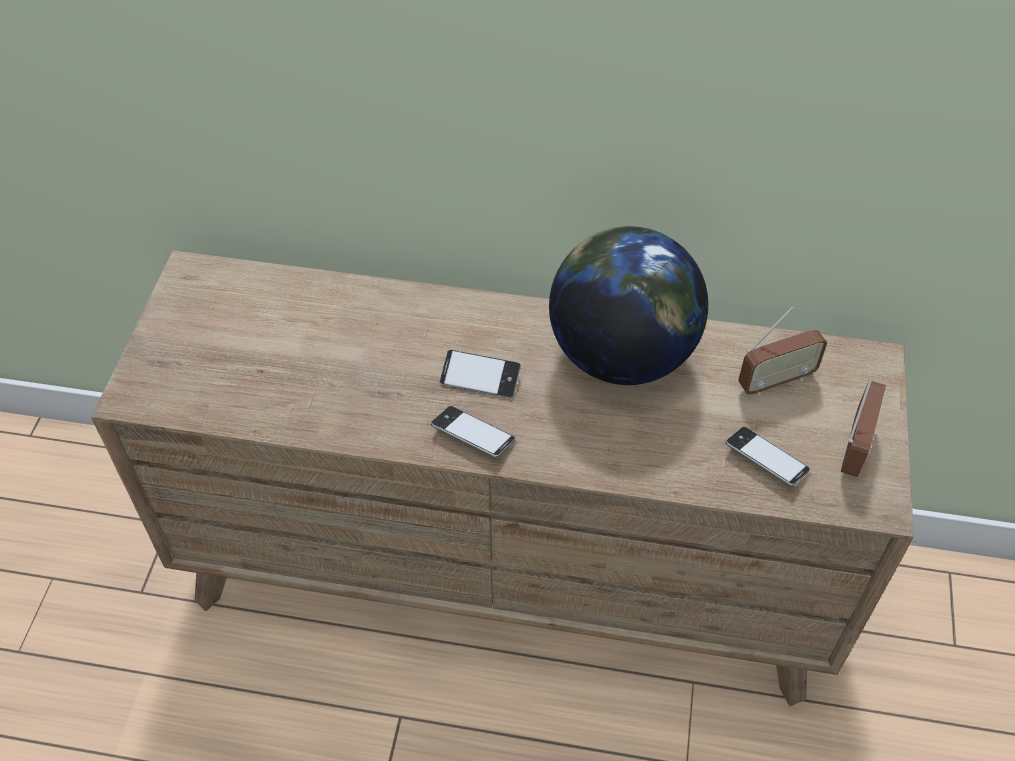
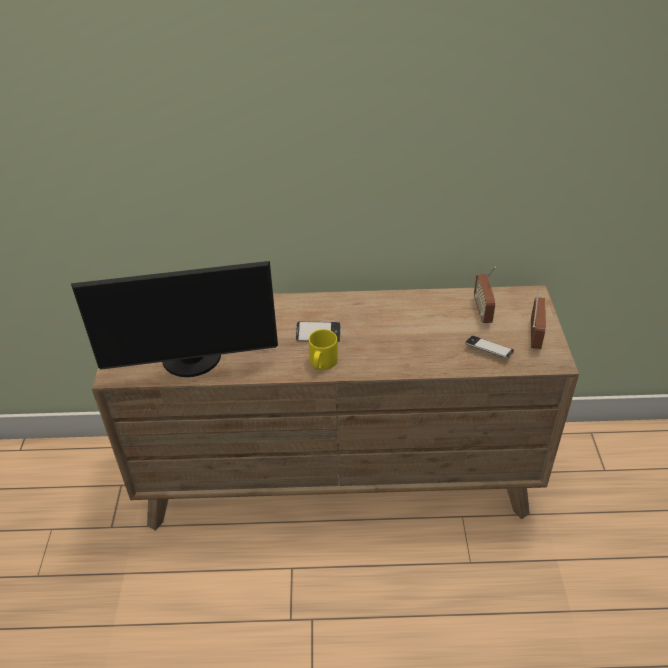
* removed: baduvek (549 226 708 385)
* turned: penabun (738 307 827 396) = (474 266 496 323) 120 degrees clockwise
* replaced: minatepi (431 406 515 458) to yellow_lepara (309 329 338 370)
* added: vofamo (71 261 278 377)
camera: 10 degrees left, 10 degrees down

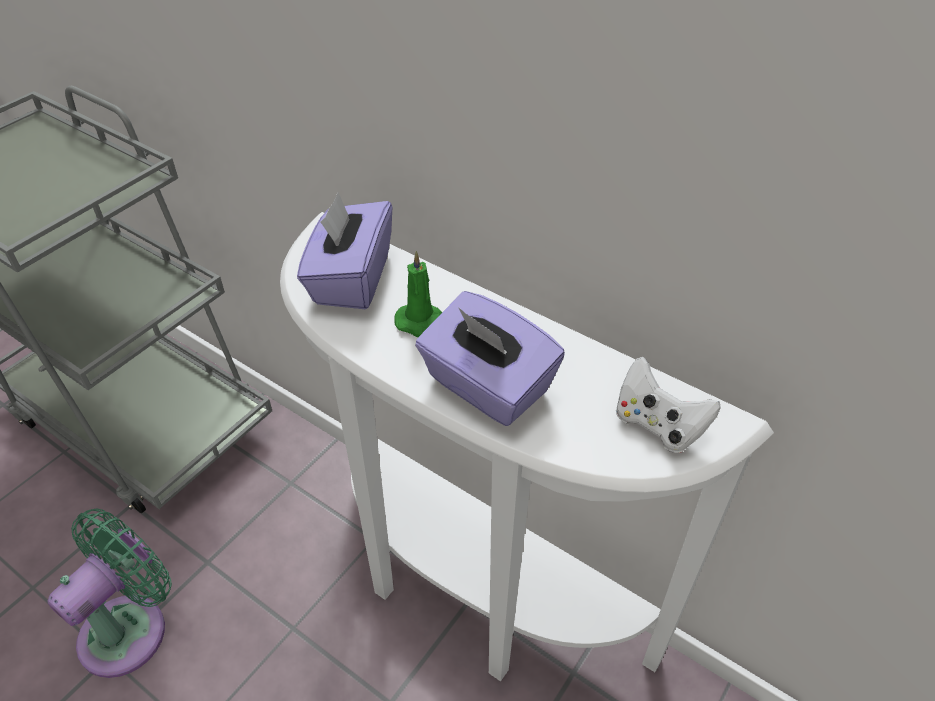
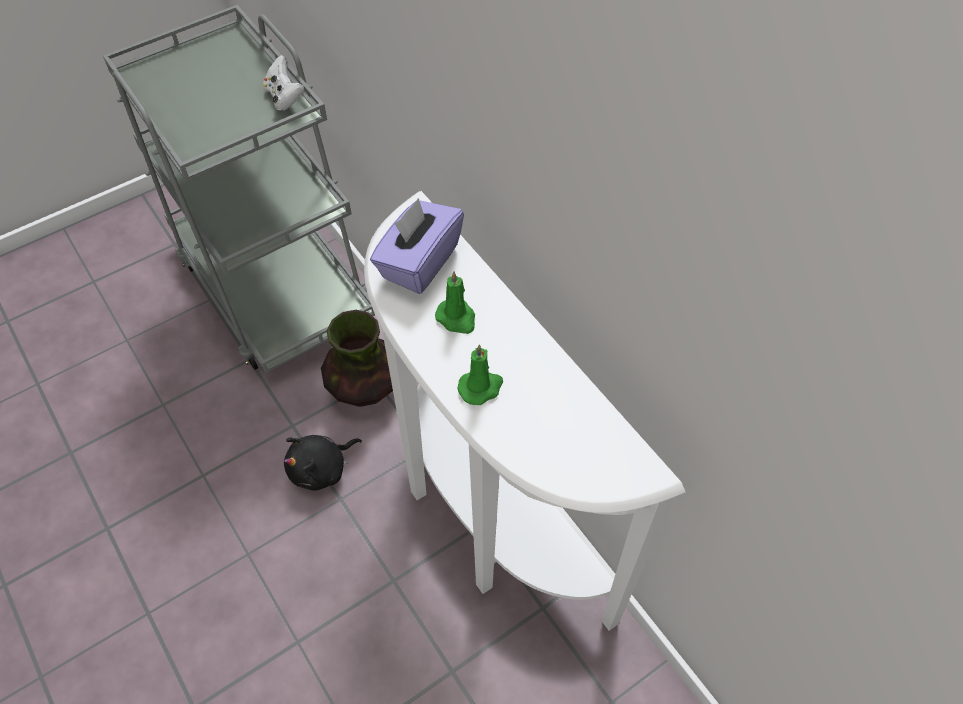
* replaced: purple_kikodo (415 291 565 426) to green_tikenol (457 344 503 405)
* moved: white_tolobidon (616 357 721 453) to (263 55 304 111)
* removed: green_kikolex (47 508 172 678)
* added: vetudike (321 310 393 407)
* added: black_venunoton (284 435 362 491)
camera: 20 degrees right, 10 degrees up

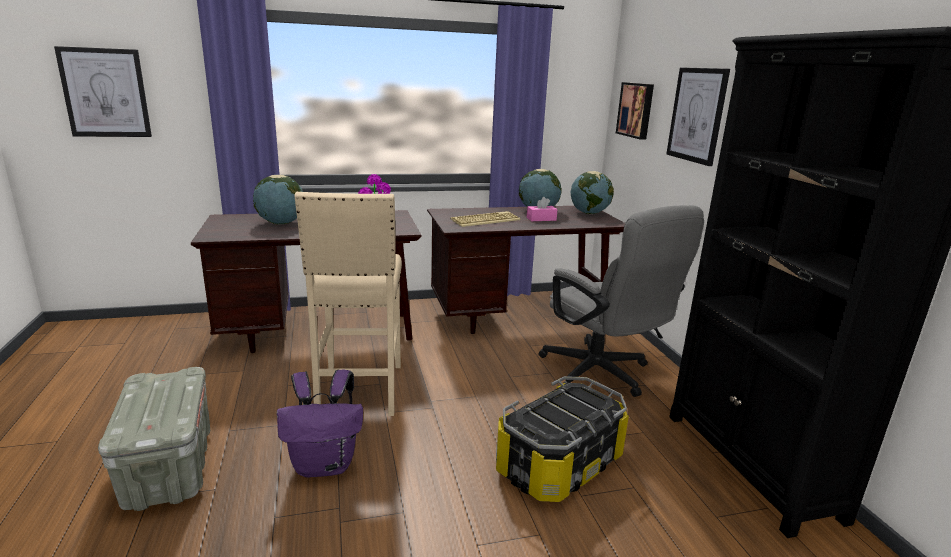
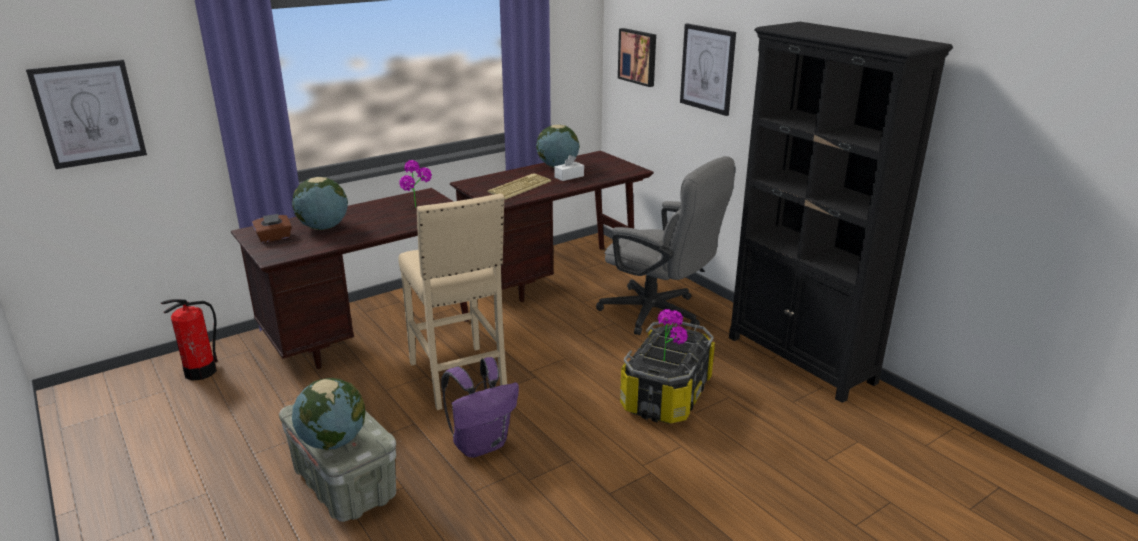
* moved: baduvek (571 171 614 214) to (292 378 365 450)
* recoloured: pink_kikodo (527 197 558 221) to white_kikodo (554 155 584 181)
* added: brown_kikodo (252 214 292 243)
* added: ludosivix (161 299 218 381)
* added: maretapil (658 309 688 361)
camera: 20 degrees left, 5 degrees up

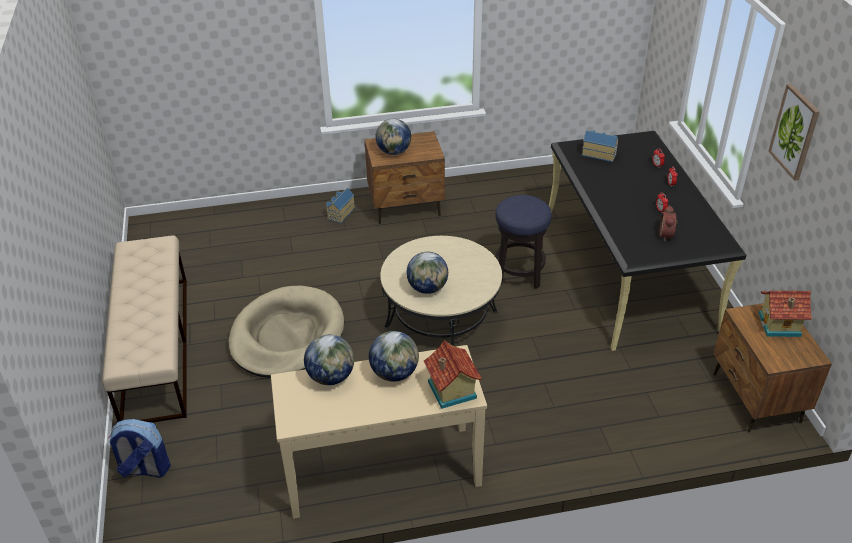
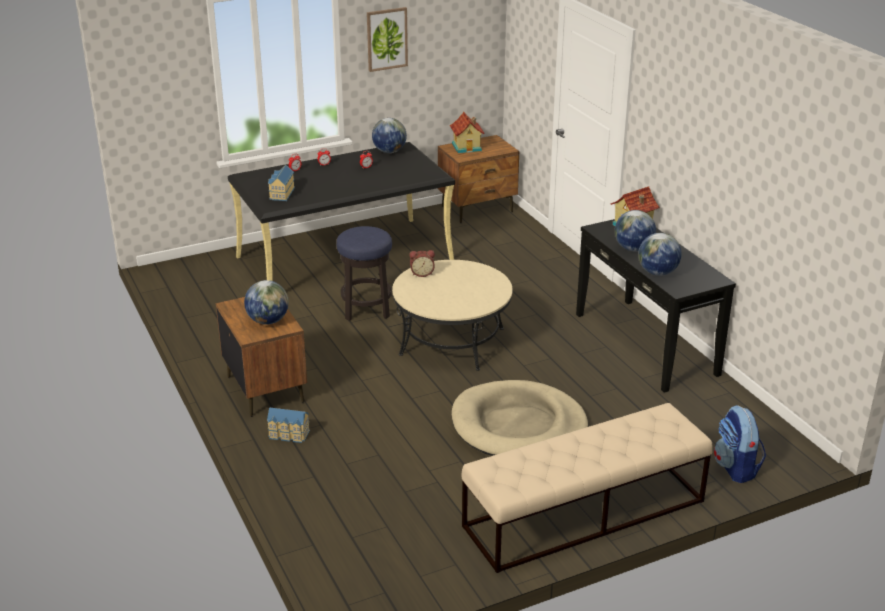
* moved: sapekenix (660 205 678 241) to (409 250 435 277)
* moved: baduvek (406 252 448 294) to (372 118 407 153)
* recoloured: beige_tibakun (271 345 487 519) to black_tibakun (576 219 736 393)
camera: 105 degrees left, 10 degrees down

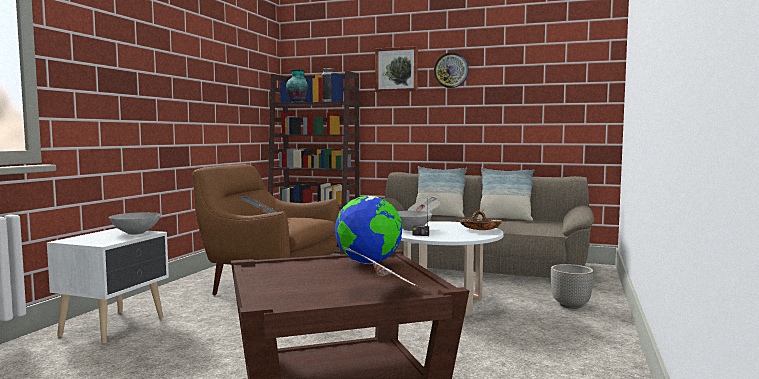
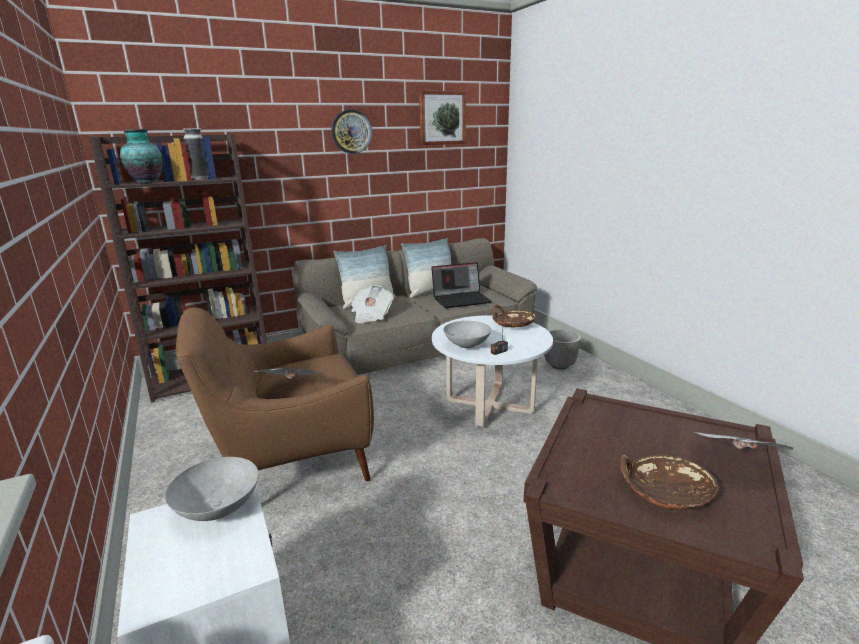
* moved: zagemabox (375 46 418 92) to (419 91 466 145)
* removed: baduvek (335 196 402 264)
* added: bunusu (431 262 492 308)
* added: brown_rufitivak (620 455 720 510)
camera: 45 degrees left, 15 degrees up

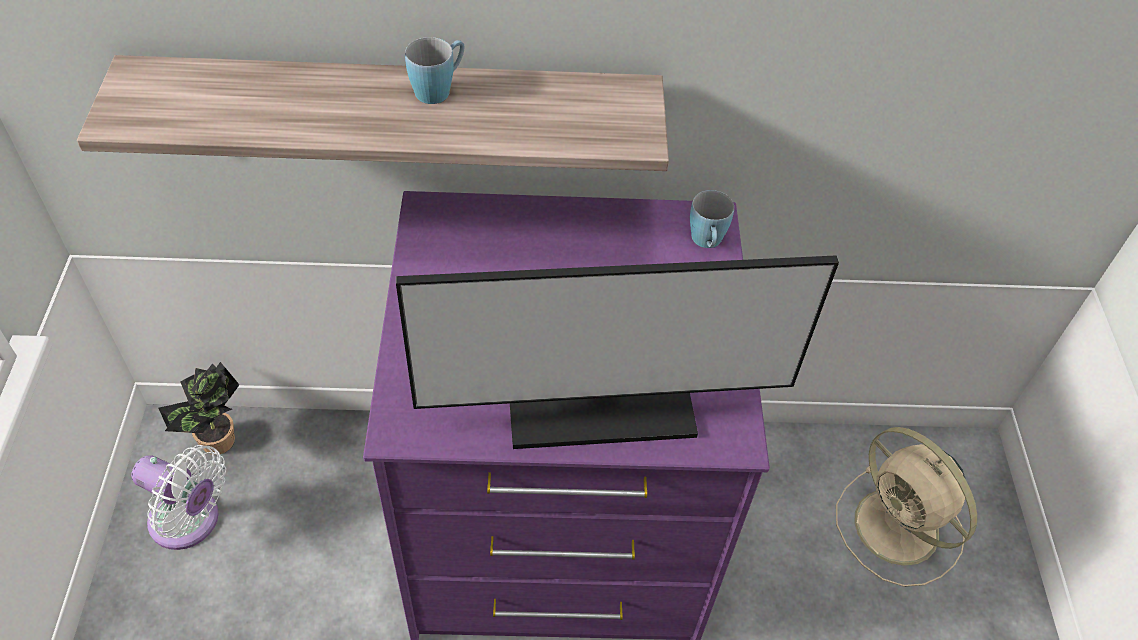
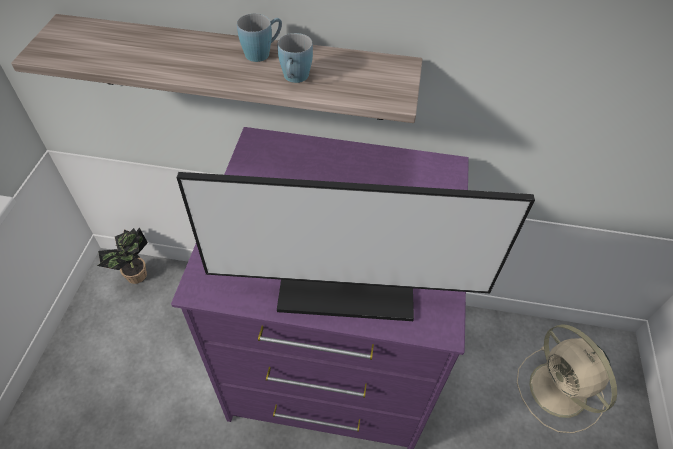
* moved: blue_lepara (690 190 734 248) to (278 33 313 83)
* removed: white_kikolex (131 445 226 550)
camera: 10 degrees right, 0 degrees up

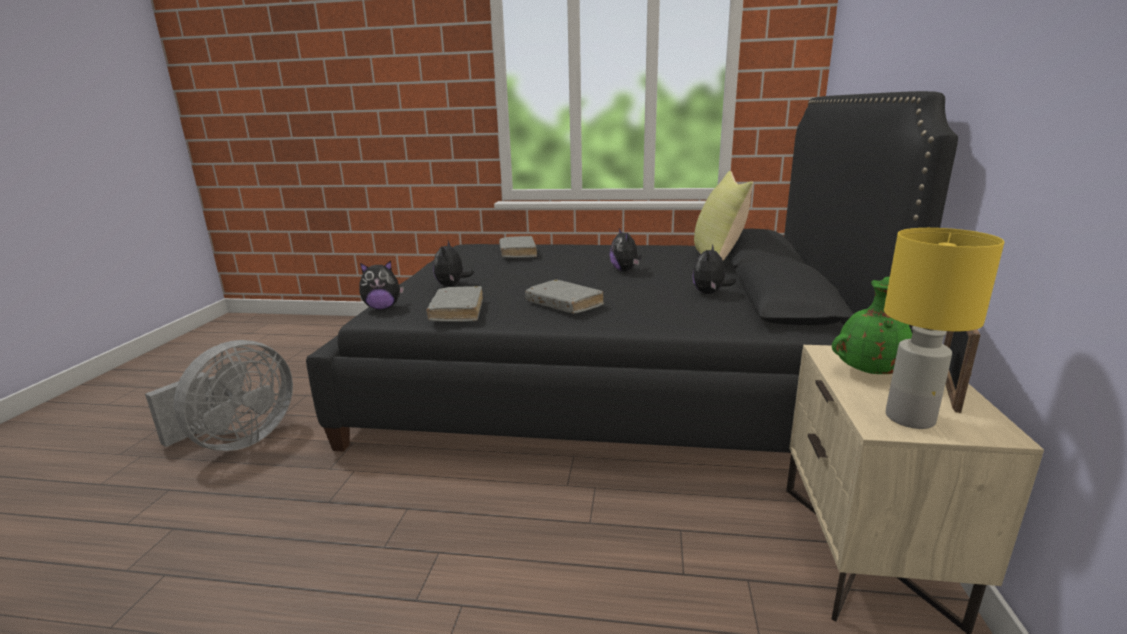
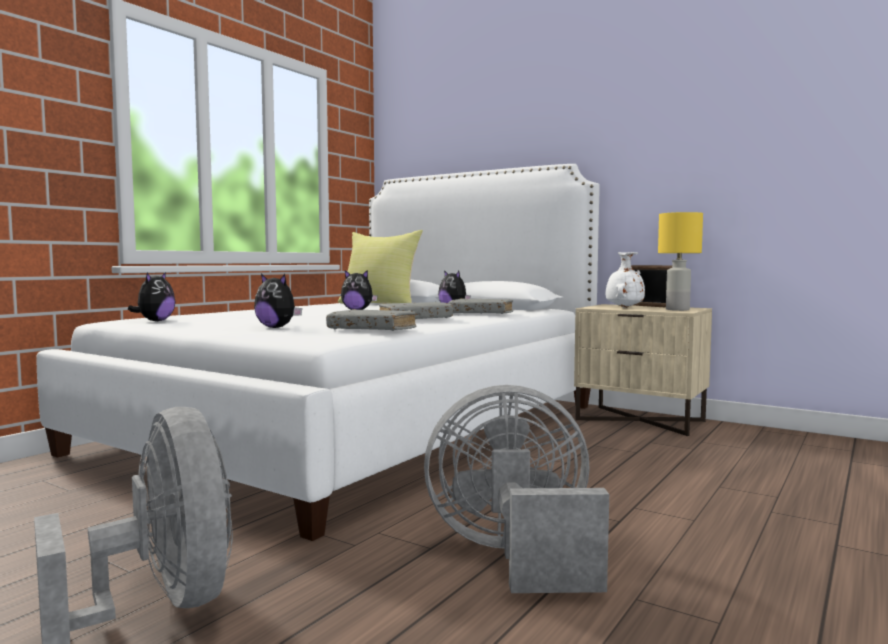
* recoloured: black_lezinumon (306 91 958 453) to white_lezinumon (36 164 600 541)
* moved: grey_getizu (499 236 537 258) to (448 298 513 314)
* moved: venunoton (359 260 404 310) to (128 272 175 321)
* recoloured: green_vetudike (832 277 912 374) to white_vetudike (605 252 645 308)
* added: grey_kikolex (424 385 609 593)
camera: 65 degrees left, 15 degrees down

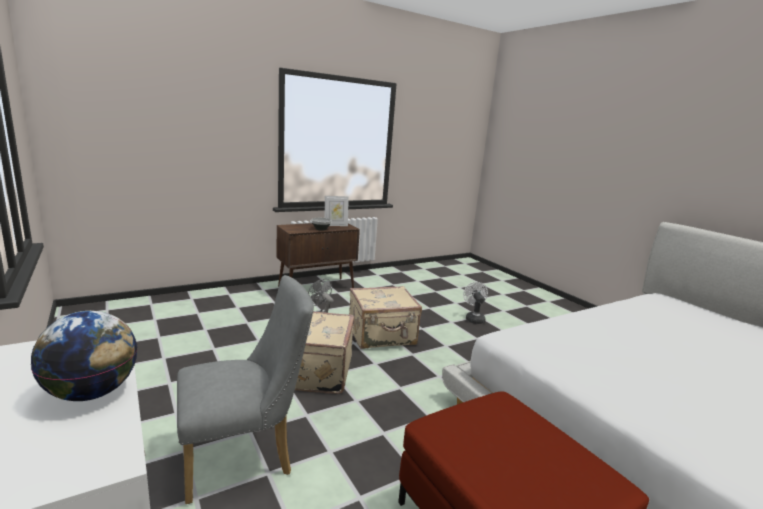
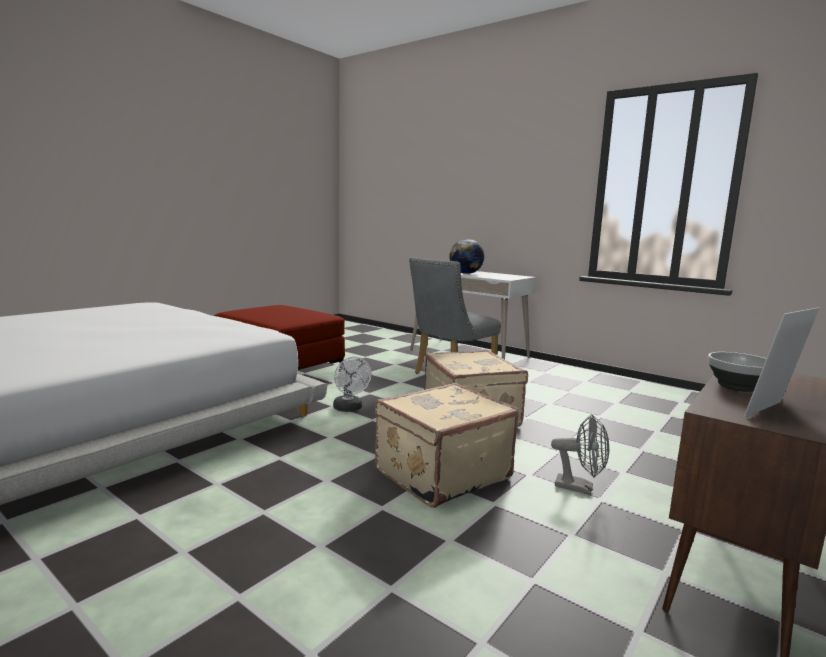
* moved: white_kikolex (463 282 488 324) to (333 357 372 412)
camera: 160 degrees right, 5 degrees down

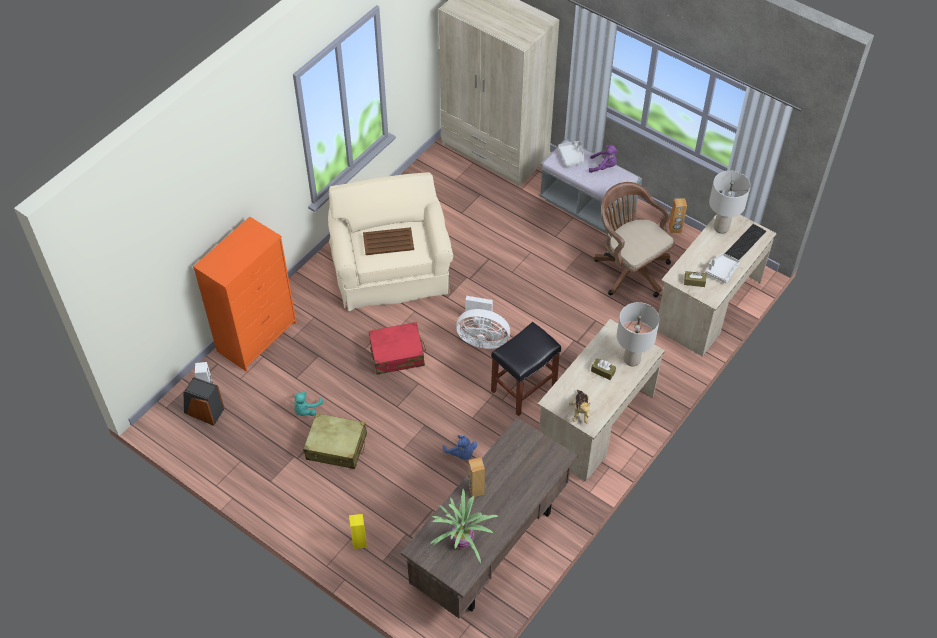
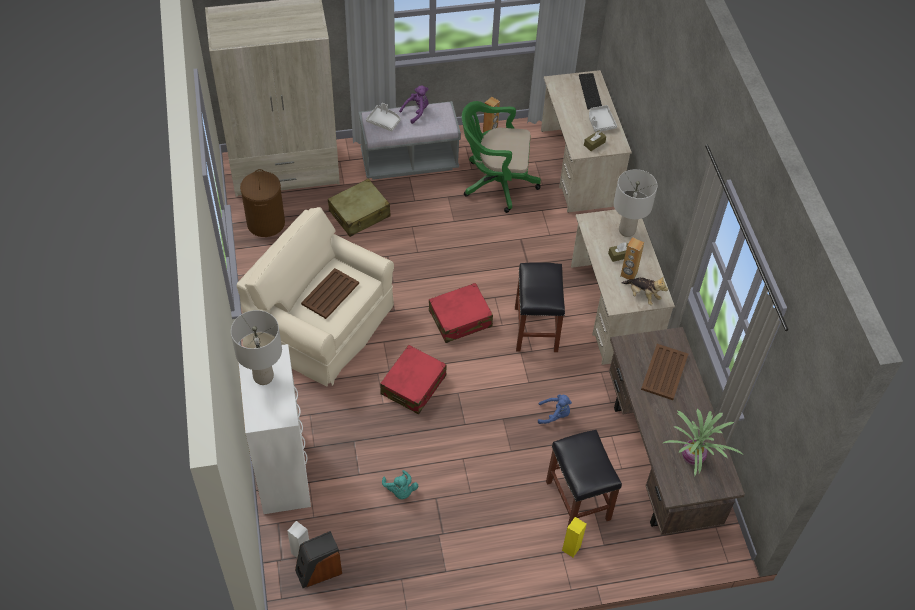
* moved: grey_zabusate (709 170 751 234) to (231 310 282 385)
* recoloured: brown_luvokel (594 182 675 297) to green_luvokel (462 101 541 213)
* recoloured: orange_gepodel (193 217 297 371) to white_gepodel (238 344 311 514)
* replaced: white_kikolex (456 296 510 349) to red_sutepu (429 283 493 343)
* moved: beige_sutepu (303 413 367 469) to (328 178 391 237)
* moved: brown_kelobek (468 457 485 497) to (620 237 644 280)
* added: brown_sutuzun (240 169 285 237)
* added: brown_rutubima (641 344 688 400)
* added: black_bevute (546 430 622 526)
camera: 50 degrees left, 0 degrees up

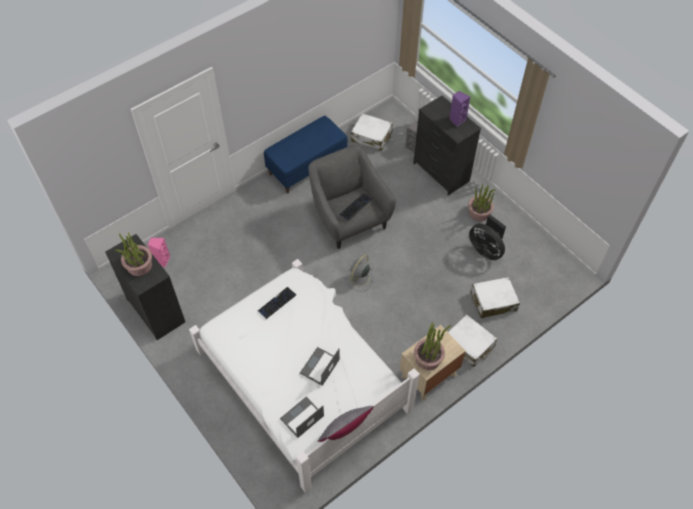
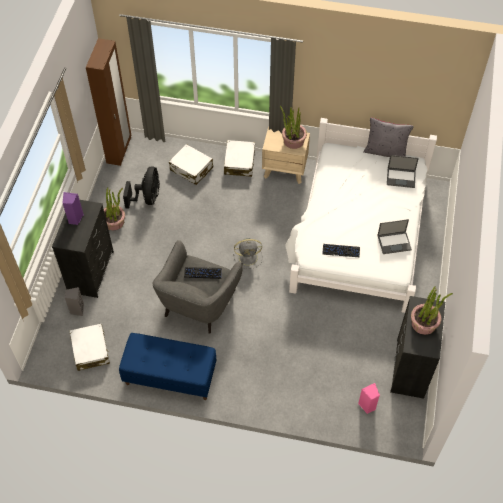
* moved: bunusu (300 347 340 386) to (377 219 412 254)
* added: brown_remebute (86 38 131 166)
camera: 130 degrees left, 0 degrees up

